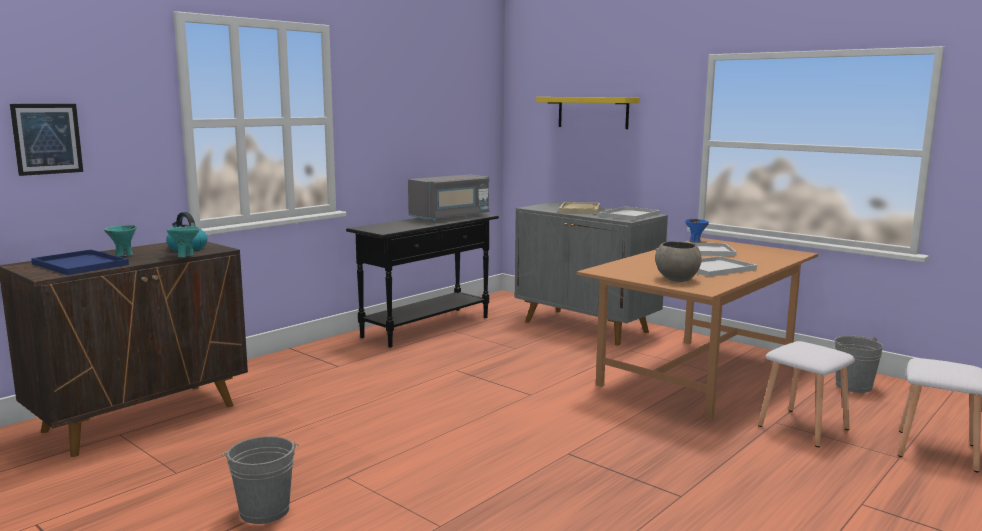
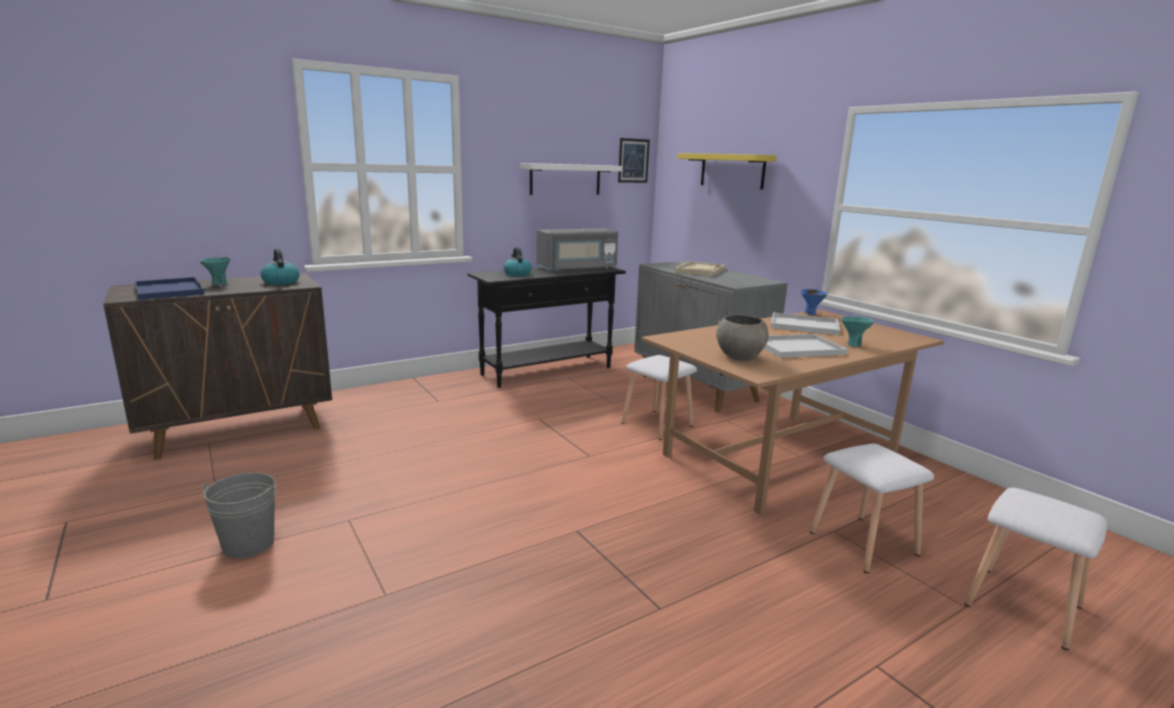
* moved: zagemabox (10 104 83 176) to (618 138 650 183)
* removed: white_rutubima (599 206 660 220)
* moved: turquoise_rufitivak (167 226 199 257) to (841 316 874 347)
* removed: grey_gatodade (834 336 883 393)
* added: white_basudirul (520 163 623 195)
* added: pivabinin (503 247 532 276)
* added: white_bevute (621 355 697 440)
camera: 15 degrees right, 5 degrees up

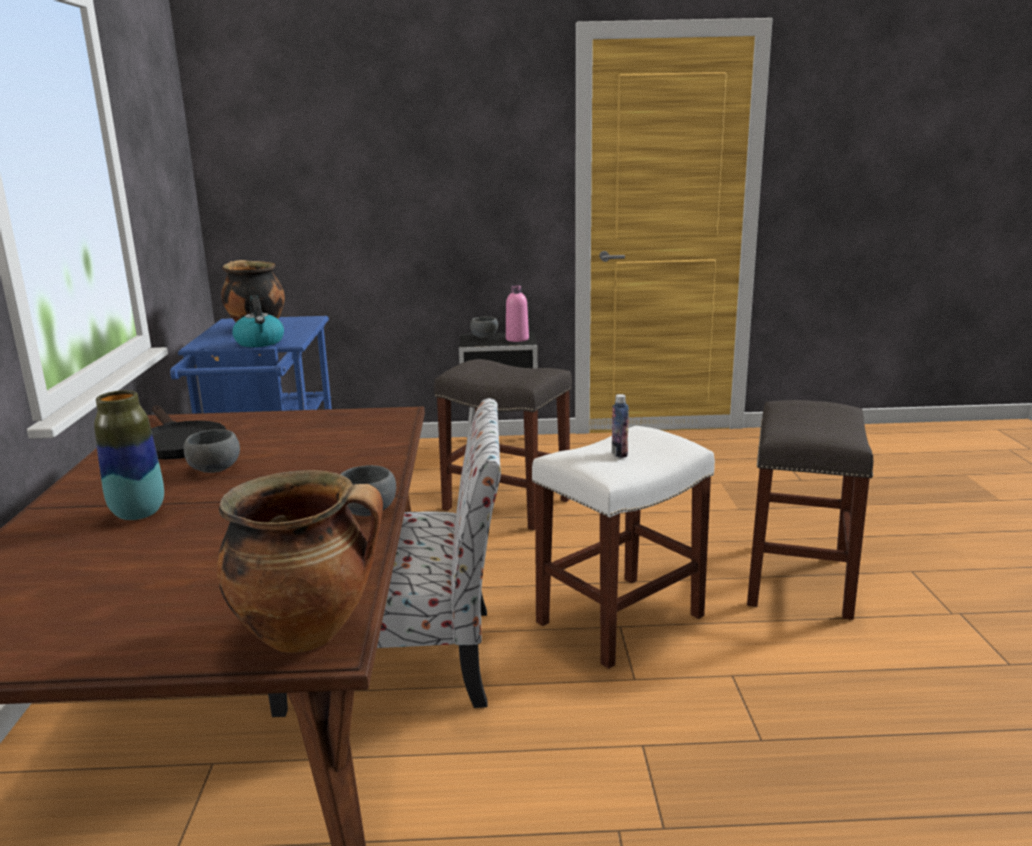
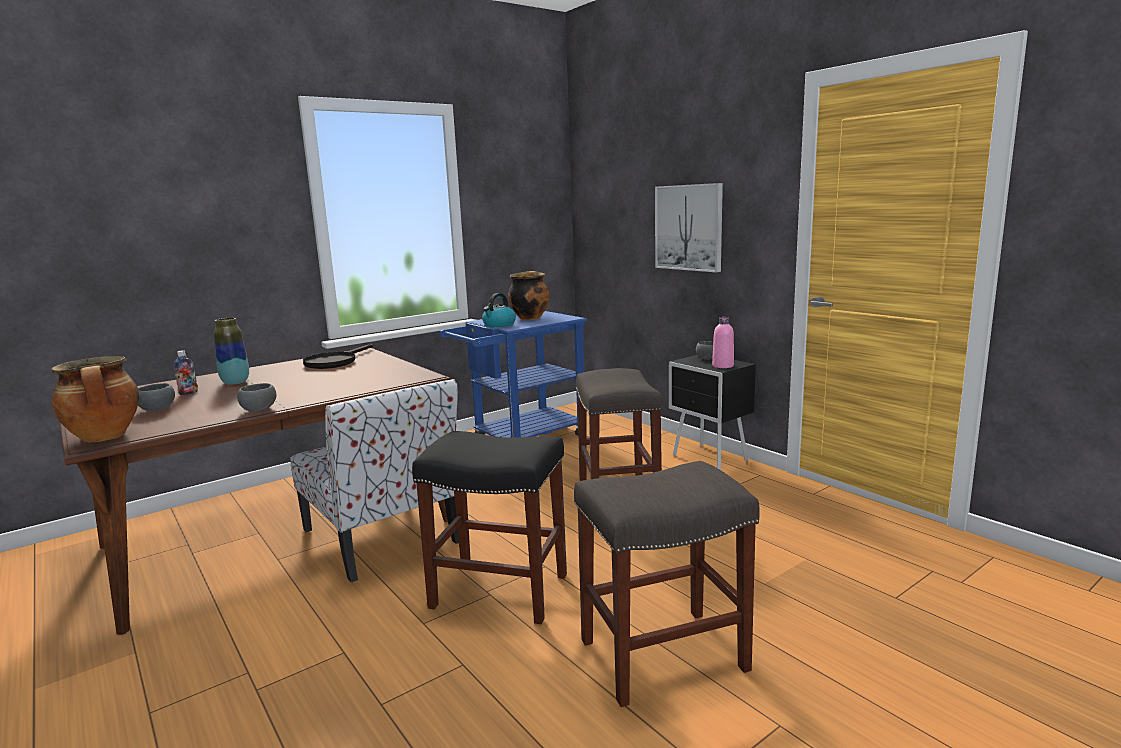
* moved: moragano (612 394 629 458) to (174 350 198 395)
* recoloured: white_bevute (532 426 715 669) to black_bevute (412 431 567 624)
* moved: grey_rufitivak (184 429 240 473) to (138 383 175 411)
* added: zagemabox (655 183 723 273)
camera: 55 degrees right, 5 degrees down

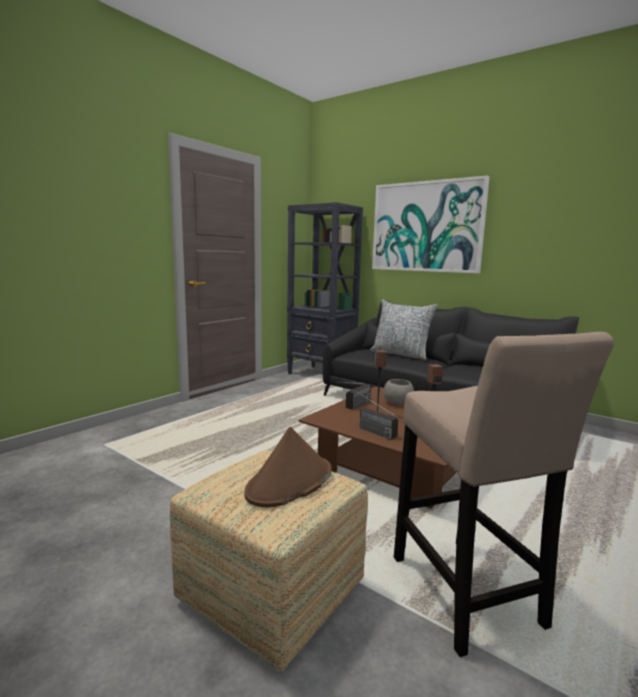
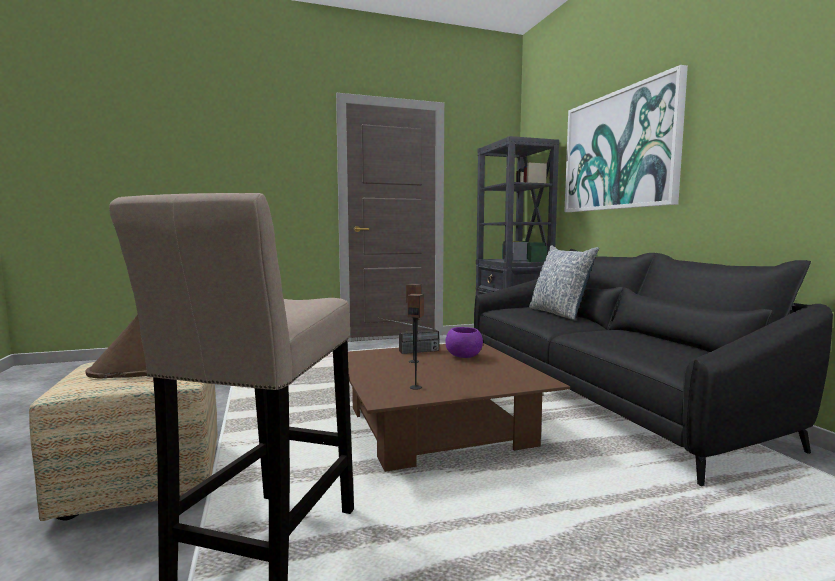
* recoloured: grey_rufitivak (383 379 414 405) to purple_rufitivak (445 327 483 358)
* removed: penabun (351 388 398 440)
camera: 35 degrees right, 5 degrees down

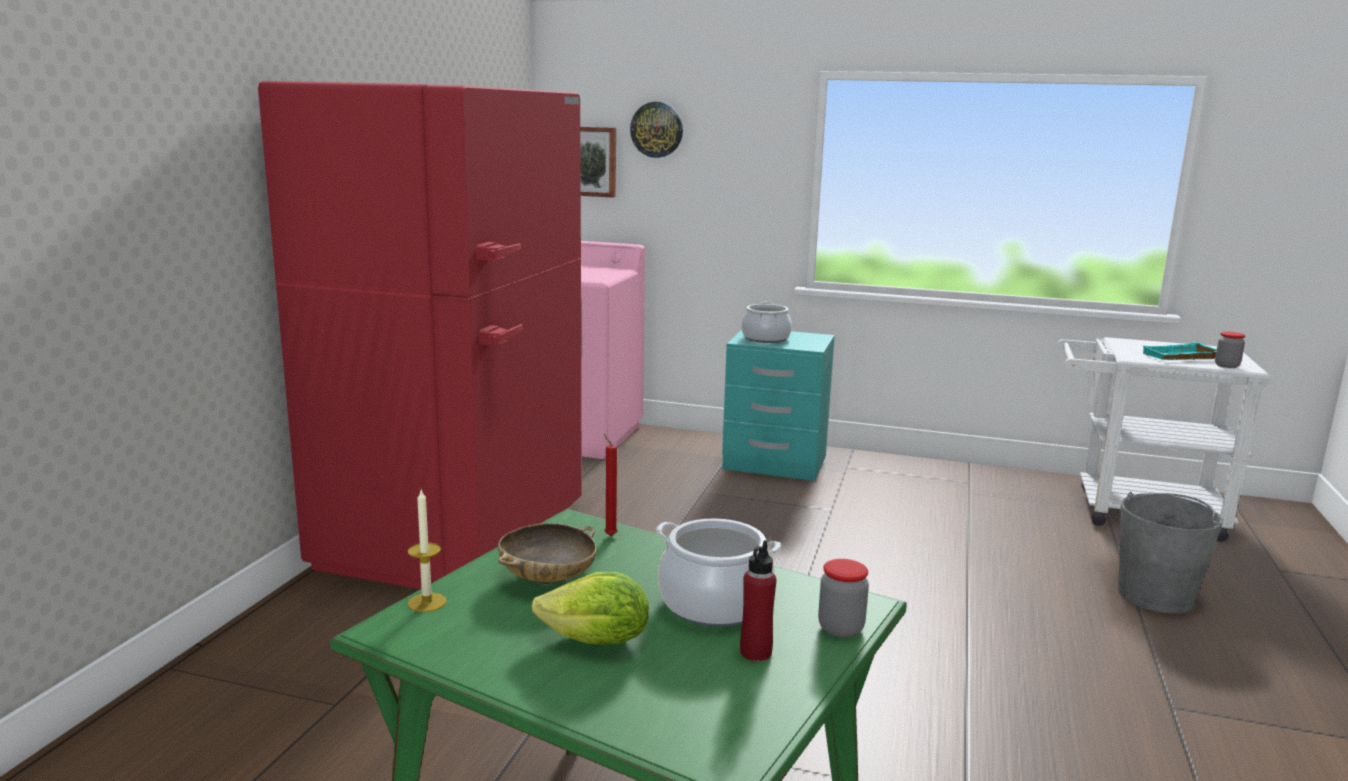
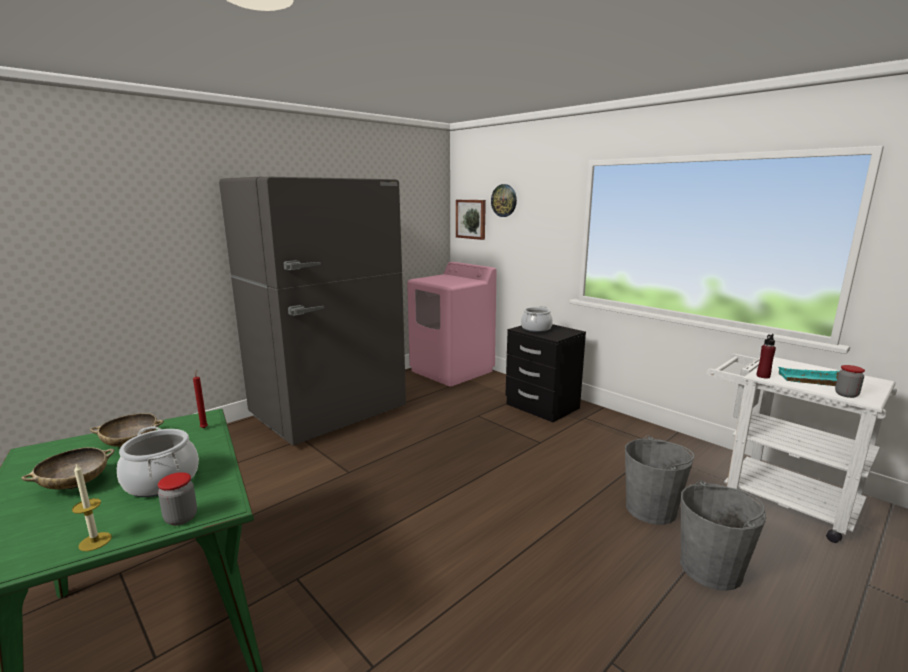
* recoloured: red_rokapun (258 81 582 589) to grey_rokapun (219 177 406 445)
* recoloured: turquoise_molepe (722 330 835 481) to black_molepe (505 324 586 422)
* moved: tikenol (407 490 447 612) to (72 463 112 551)
* moved: red_moragano (740 540 776 661) to (757 334 776 379)
* replaced: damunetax (532 572 649 644) to beige_rufitivak (21 447 115 489)
* added: grey_gatodade (625 436 694 525)
camera: 30 degrees right, 0 degrees up

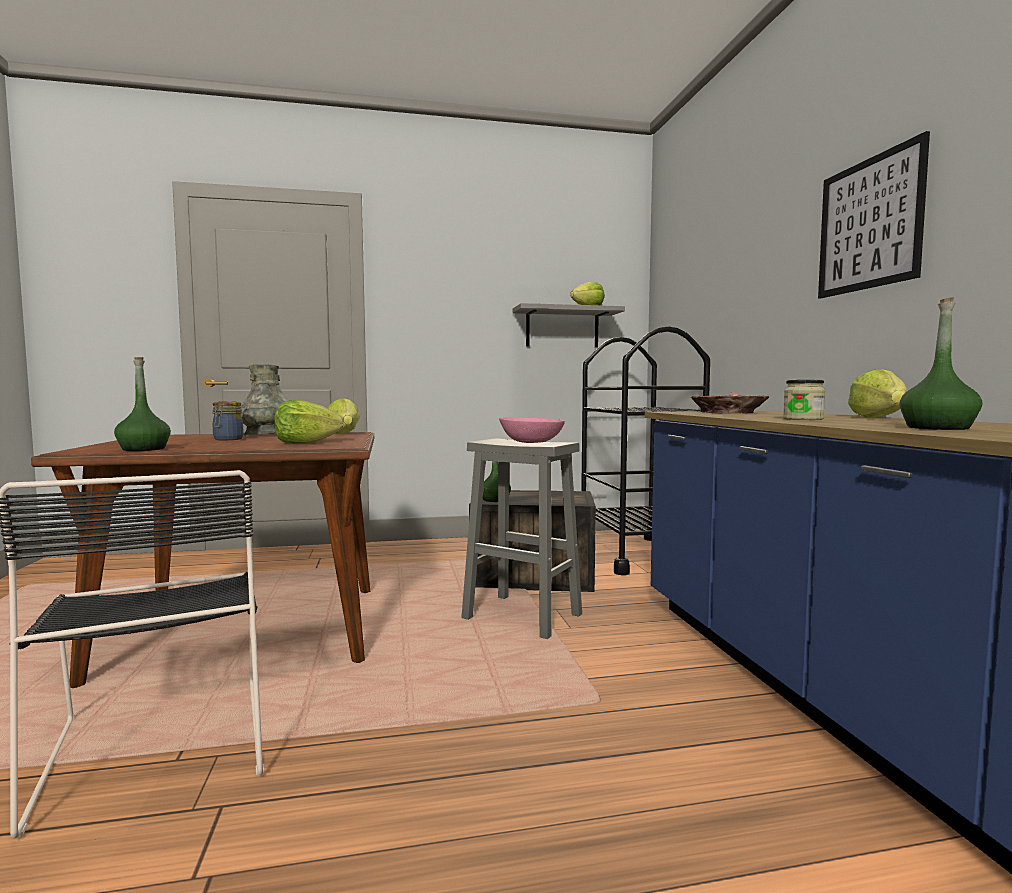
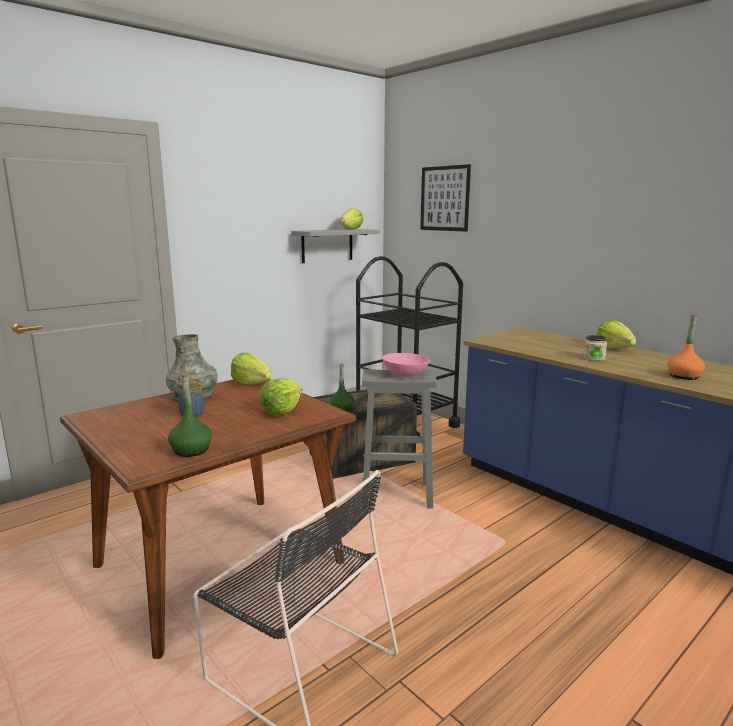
* moved: zagemabox (818 131 930 298) to (420 164 471 232)
* recoloured: green_moragano (899 297 982 430) to orange_moragano (667 314 705 380)
* removed: rufitivak (691 392 769 414)
camera: 30 degrees left, 10 degrees up

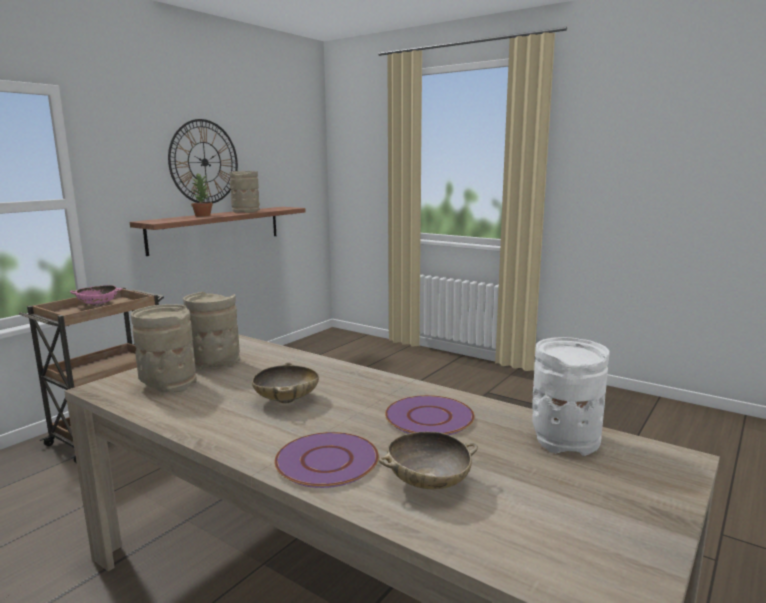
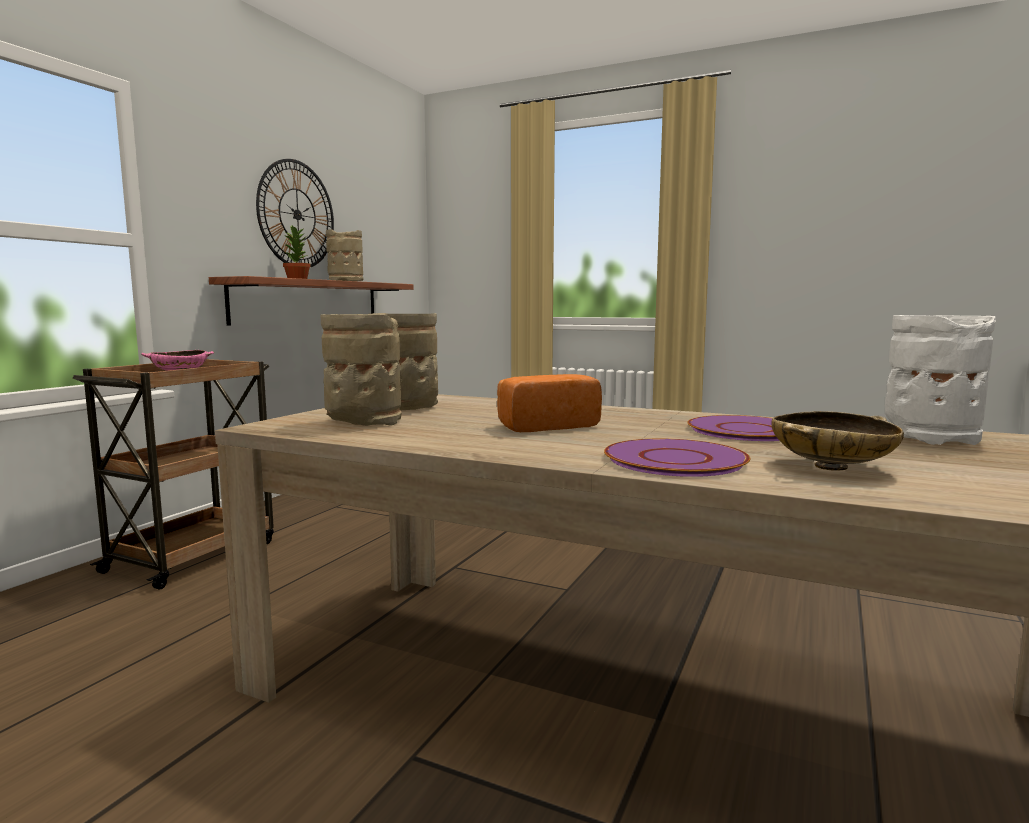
* replaced: beige_rufitivak (252 362 319 403) to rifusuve (497 374 602 432)
camera: 10 degrees left, 5 degrees down

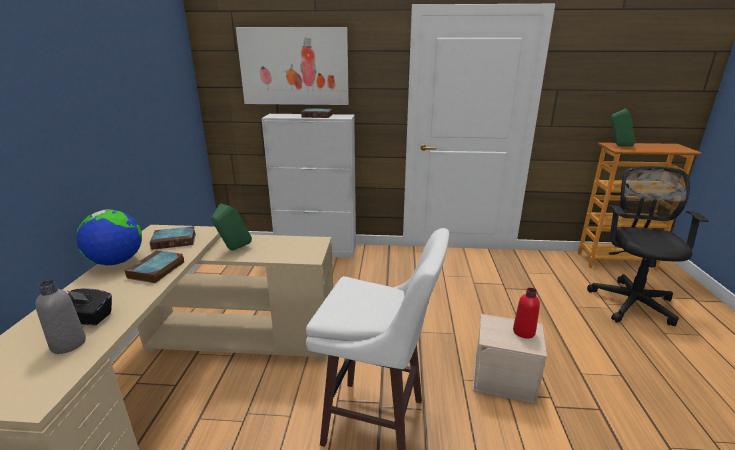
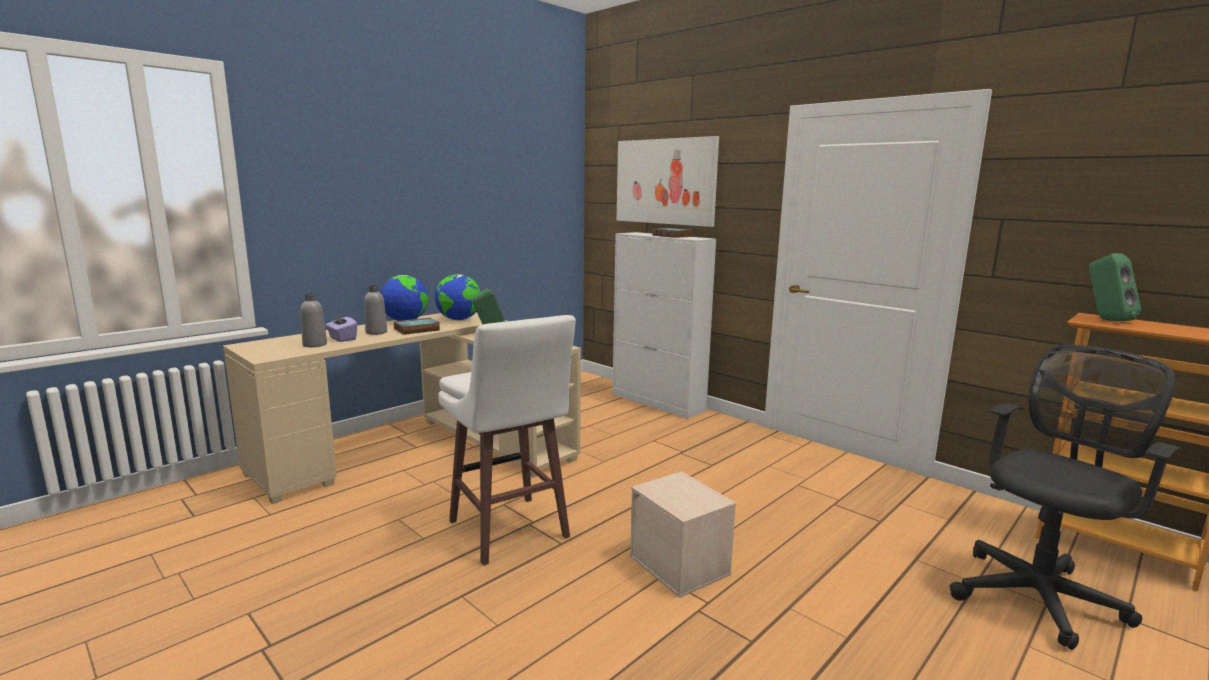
* replaced: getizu (150 226 196 250) to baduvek (435 274 481 321)
* recoloured: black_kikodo (66 288 112 325) to purple_kikodo (326 313 357 342)
* removed: red_moragano (513 288 540 339)
* added: grey_moragano (364 285 387 335)
camera: 40 degrees right, 10 degrees down

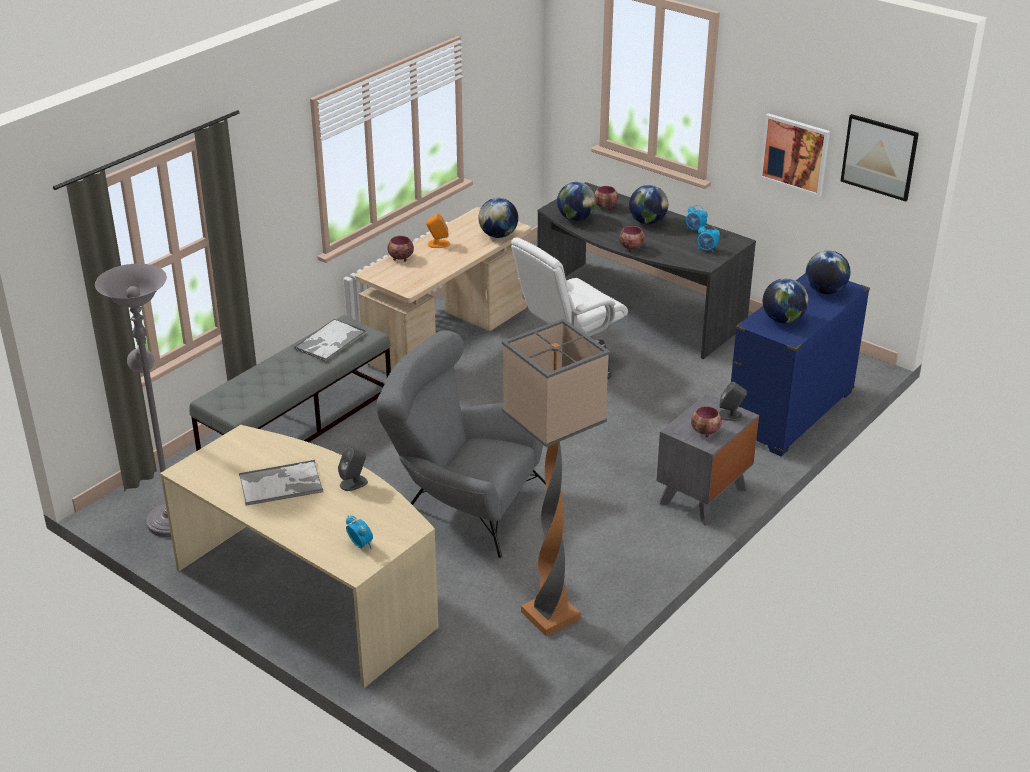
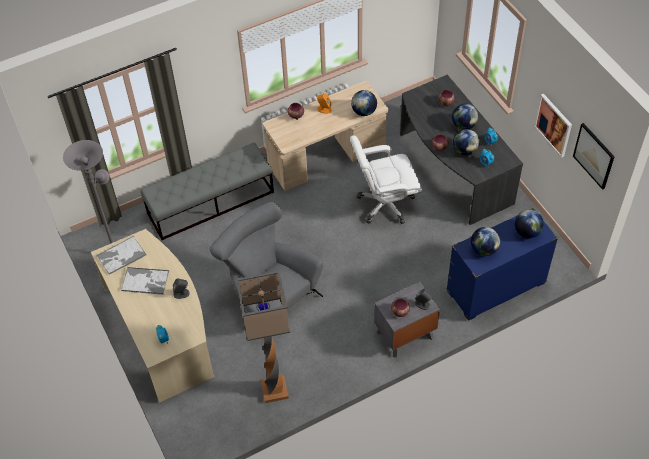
* moved: baduvek (557 182 596 221) to (453 129 480 156)
* moved: rutubima (294 319 366 362) to (97 236 146 275)
camera: 25 degrees right, 20 degrees up

